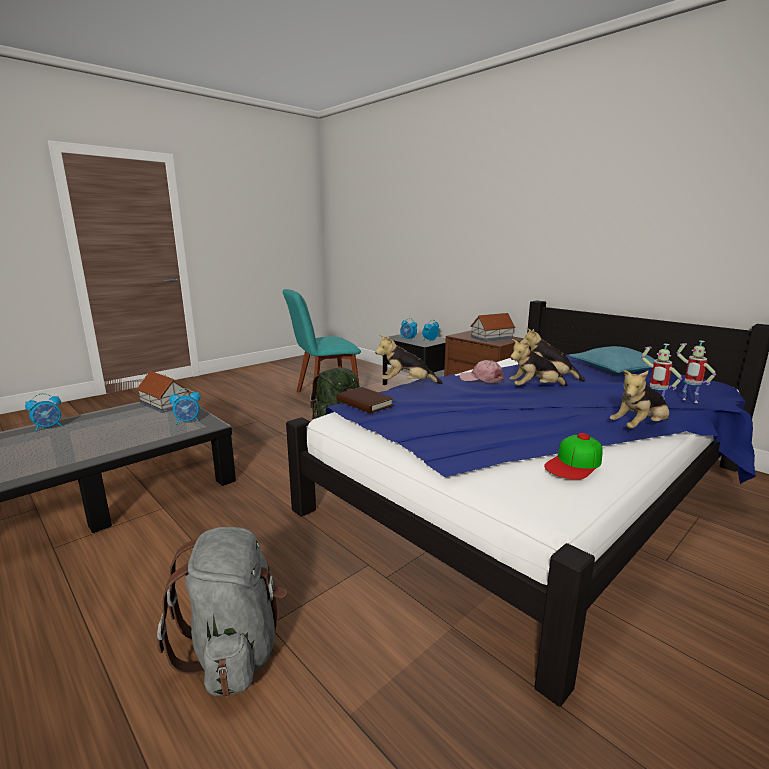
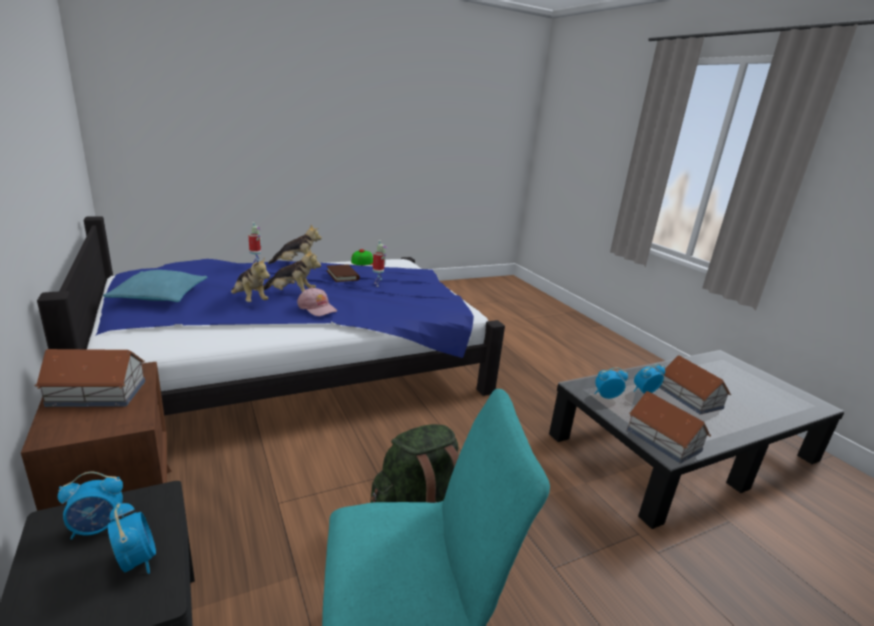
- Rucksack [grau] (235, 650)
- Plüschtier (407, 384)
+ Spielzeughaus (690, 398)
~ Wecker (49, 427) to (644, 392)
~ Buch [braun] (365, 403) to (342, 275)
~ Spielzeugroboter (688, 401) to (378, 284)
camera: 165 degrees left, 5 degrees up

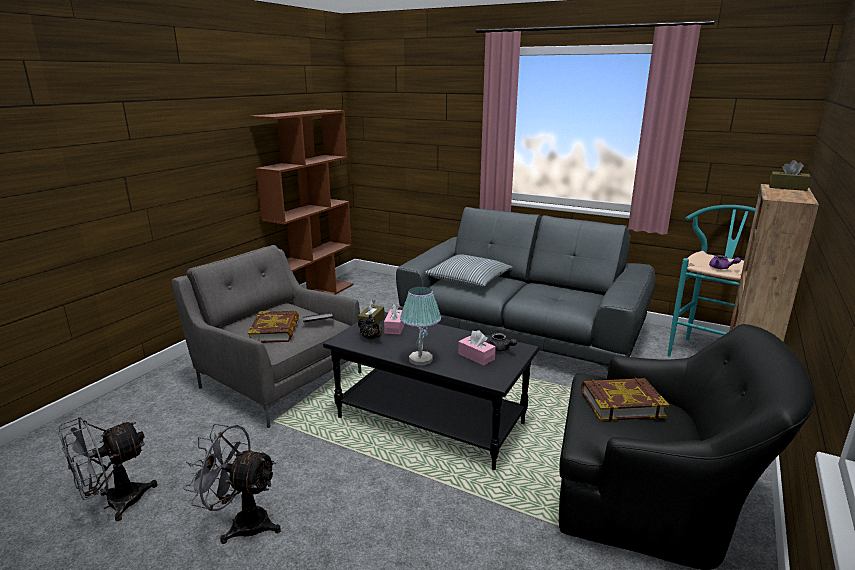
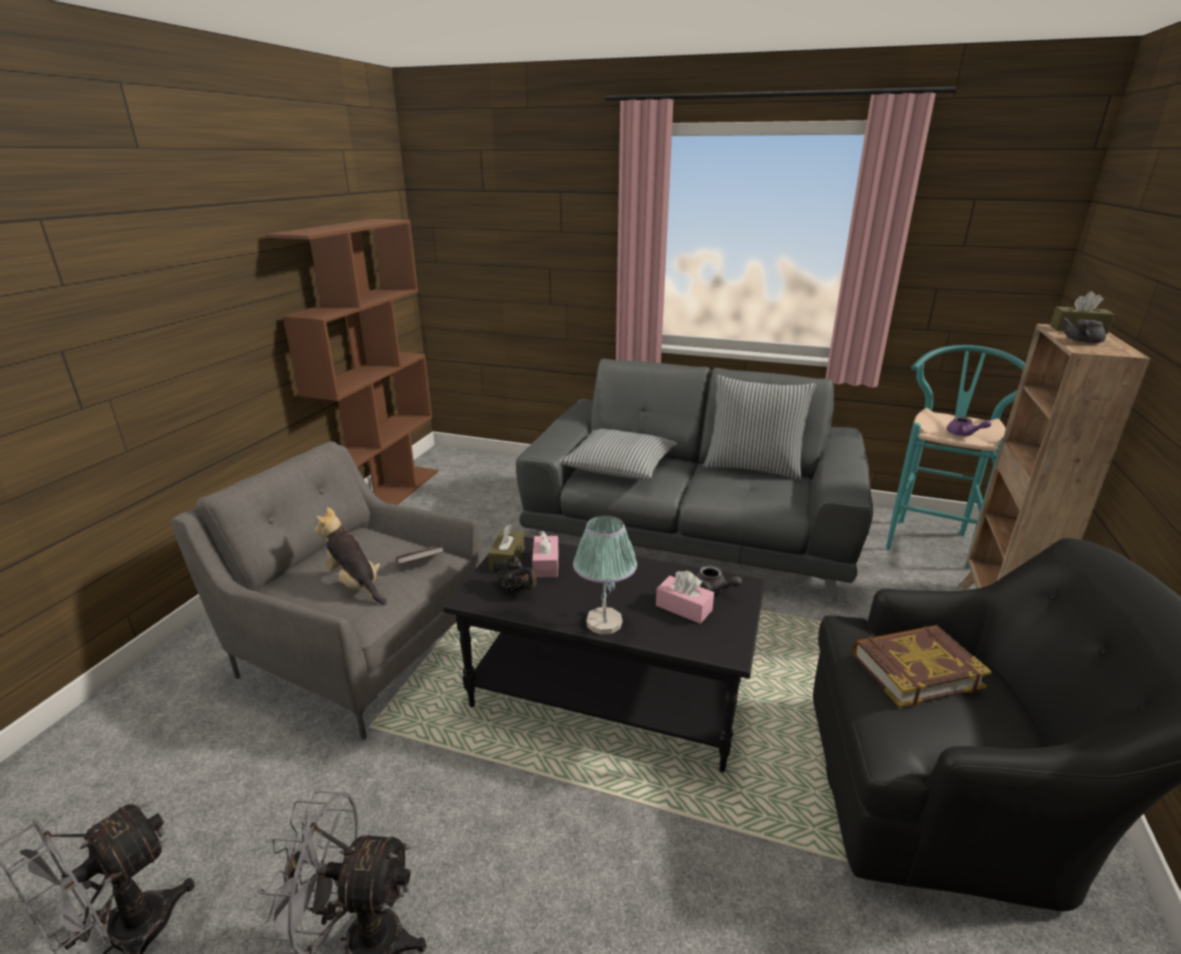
+ Kissen (753, 467)
+ Teekanne [grau] (1081, 341)
~ Buch (275, 331) to Plüschtier (355, 584)
camera: 10 degrees left, 5 degrees up

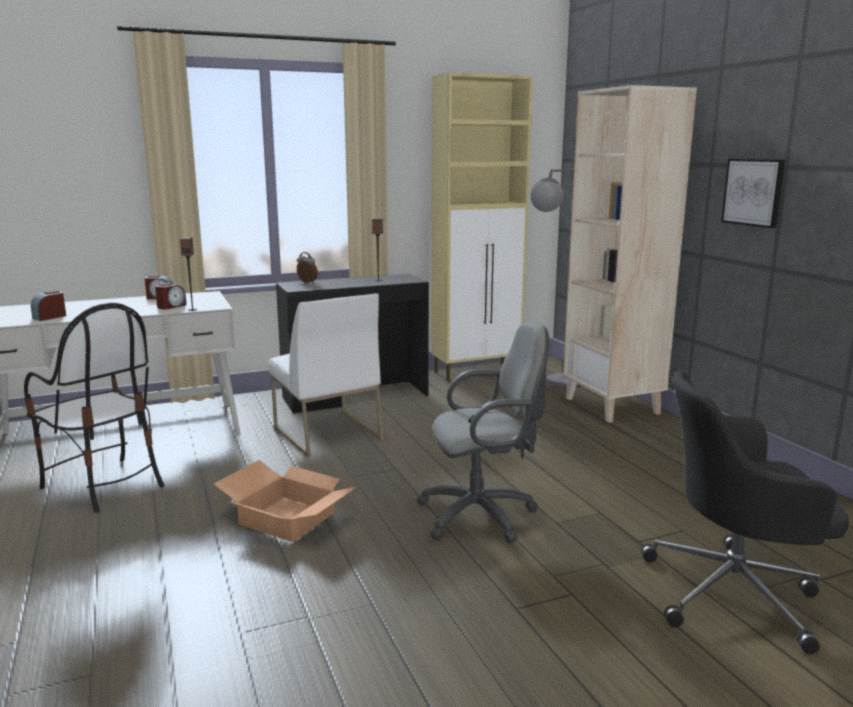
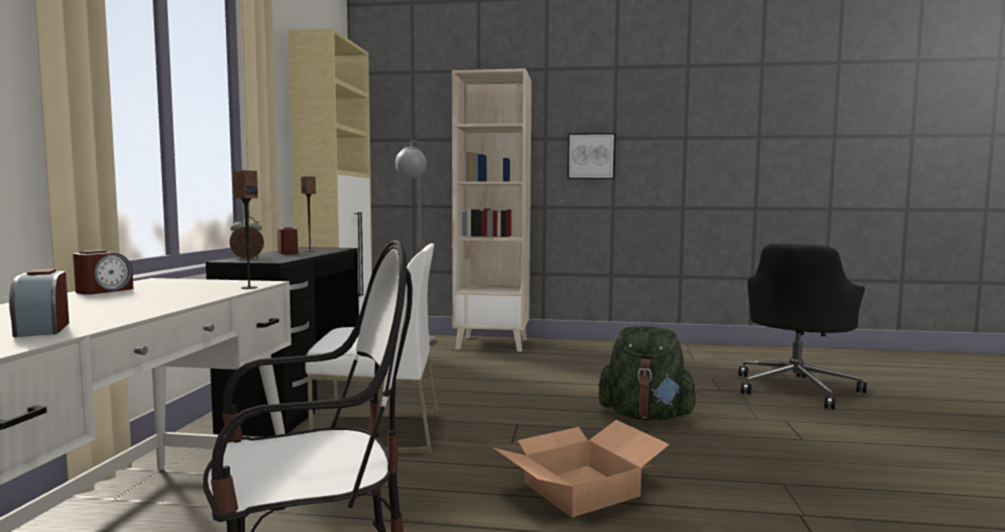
~ Wecker (171, 306) to (288, 253)
~ Bürostuhl [grau] (483, 515) to Rucksack [grün] (646, 416)
camera: 60 degrees left, 10 degrees down

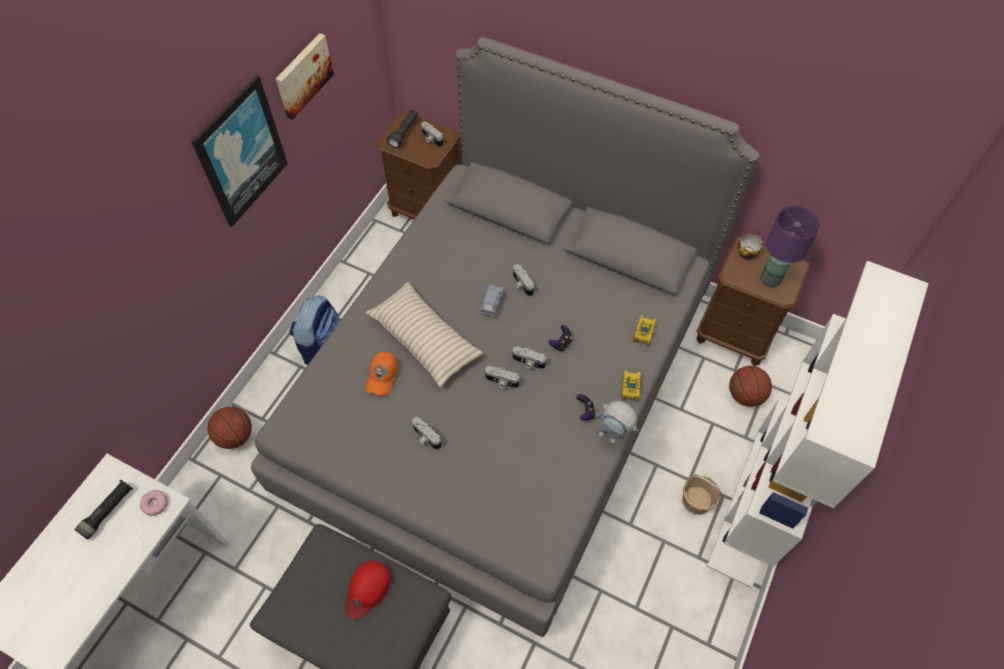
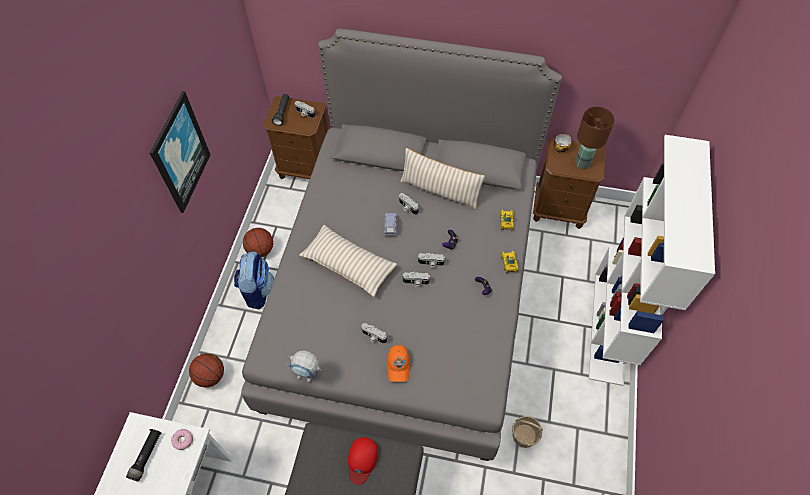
- Bild (303, 75)
+ Kissen [beige] (440, 190)
~ Kappe [orange] (382, 377) to (398, 365)
~ Spielzeugroboter (613, 438) to (309, 377)
~ Korb (697, 501) to (524, 436)
~ Basketball (745, 395) to (260, 250)
~ Tischlampe [lila] (770, 279) to Tischlampe [braun] (582, 163)
camera: 15 degrees left, 0 degrees up

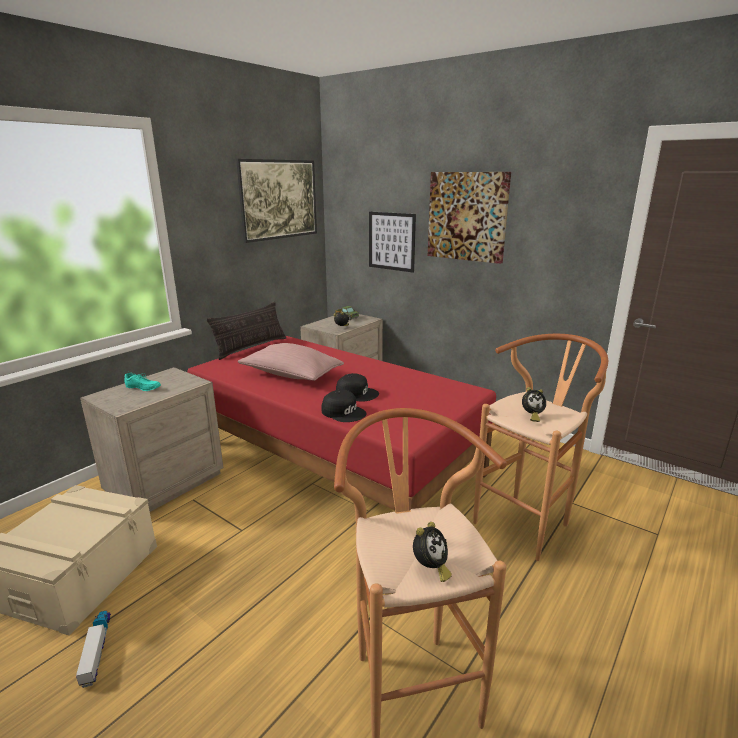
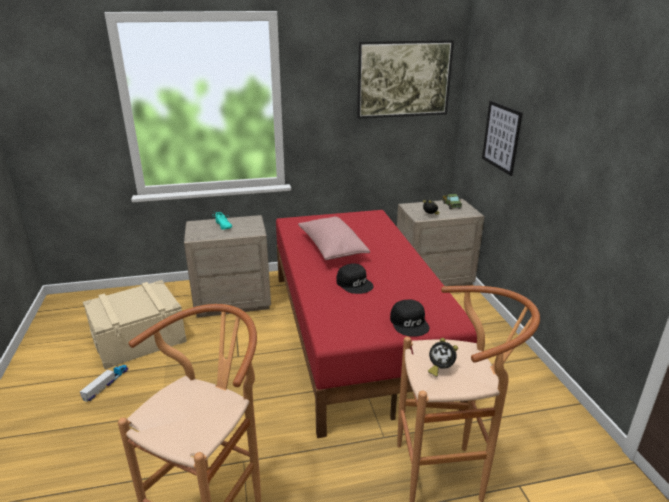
- Kissen (251, 347)
- Wecker (430, 568)
- Bild (467, 216)
~ Kappe [schwarz] (344, 412) to (410, 323)
camera: 40 degrees right, 5 degrees up

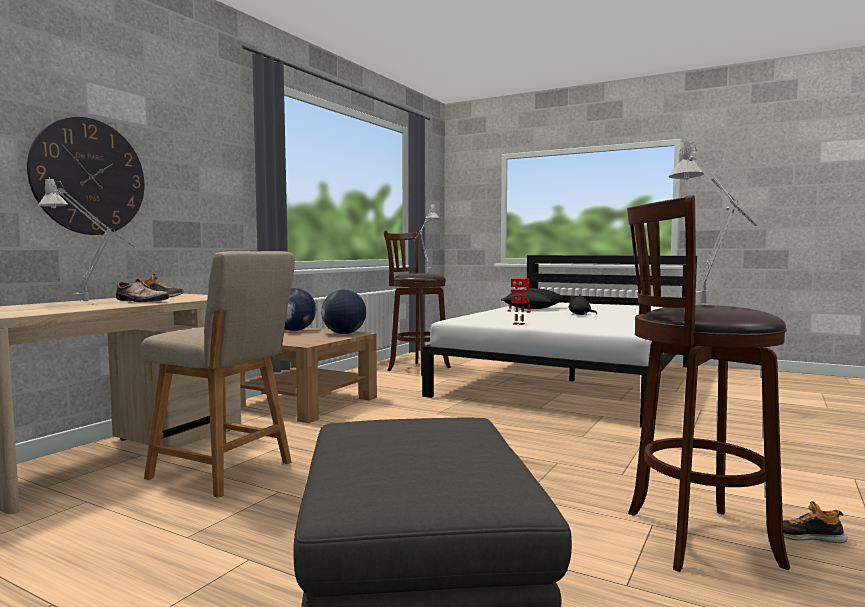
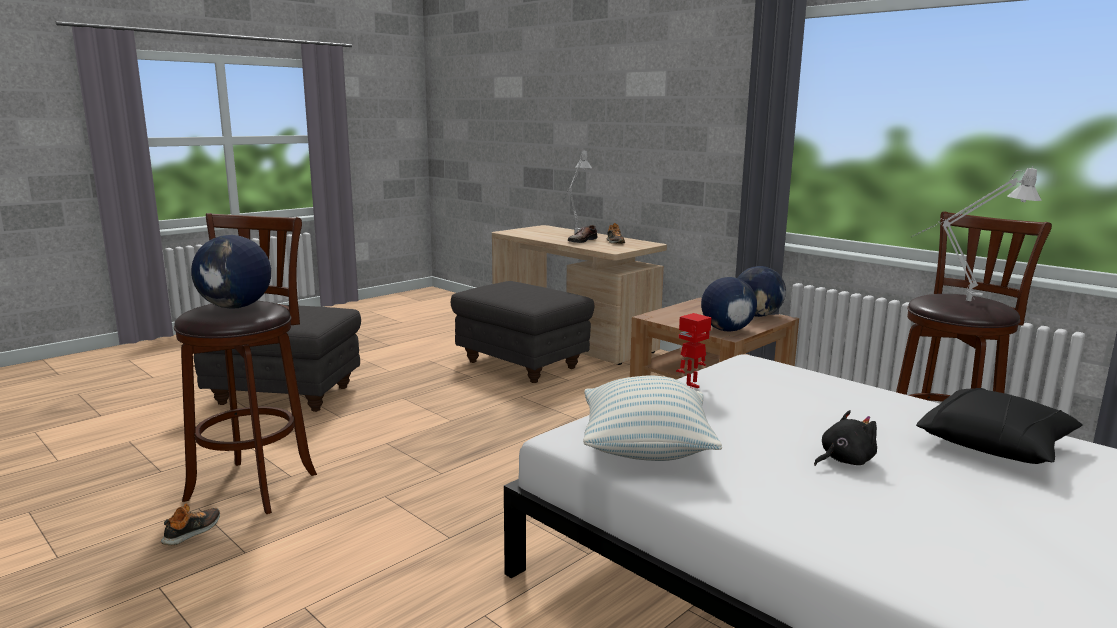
- Wanduhr (89, 177)
+ Kissen (645, 450)
~ Stuhl [beige] (225, 471) to Polsterhocker [grau] (520, 365)
~ Tischlampe [grau] (709, 306) to Globus (236, 307)
camera: 105 degrees right, 10 degrees up

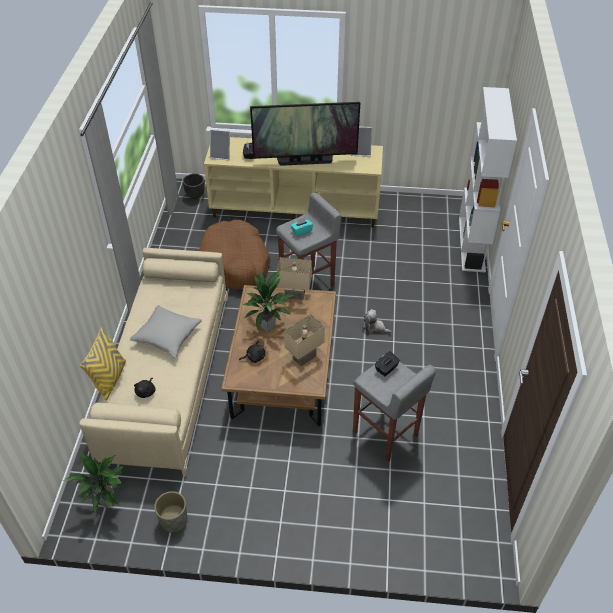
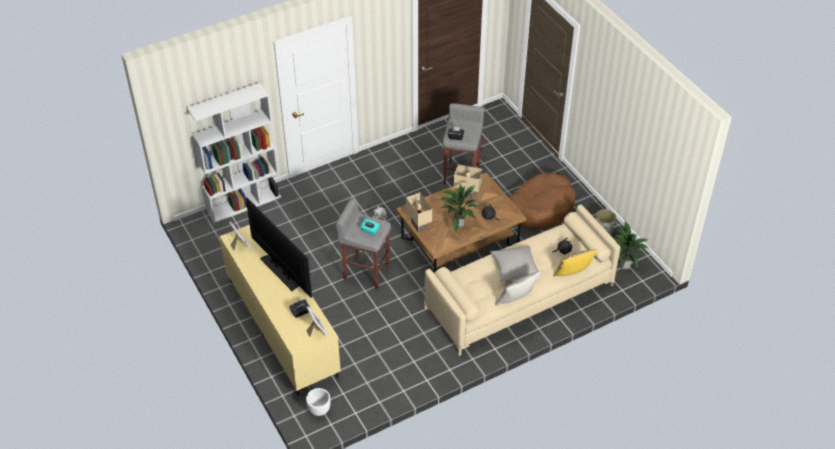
+ Kissen [grau] (517, 301)
~ Hundebett [braun] (235, 263) to (541, 208)
~ Pflanzkübel [schwarz] (195, 195) to Pflanzkübel [weiß] (319, 410)
camera: 125 degrees left, 0 degrees up

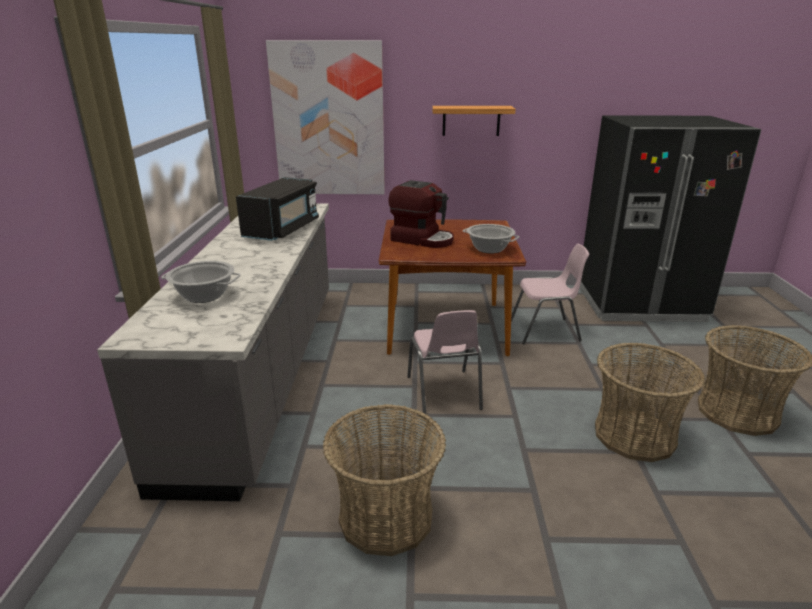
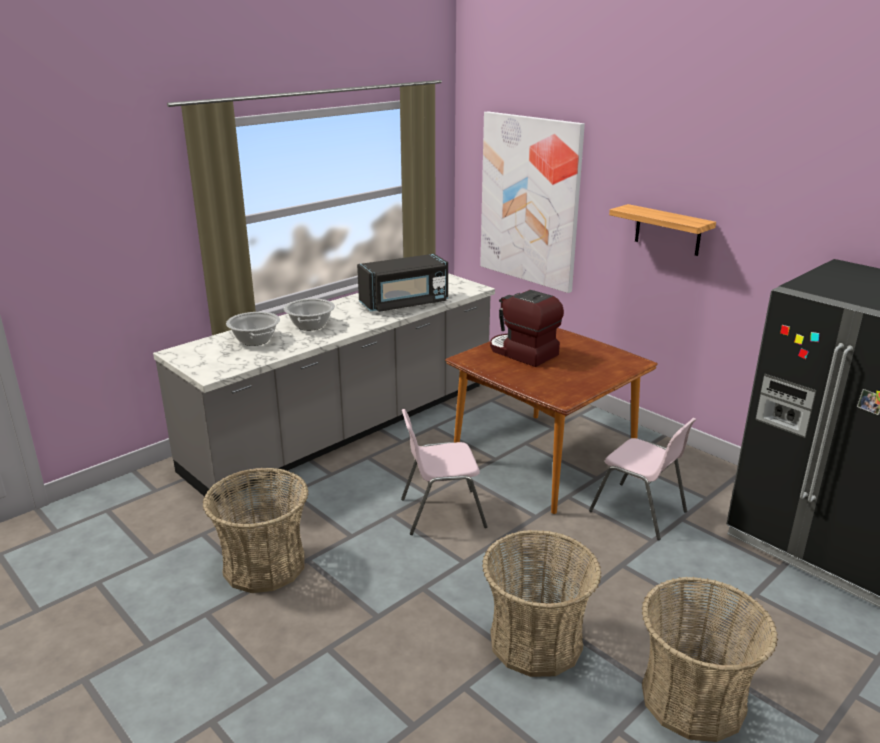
~ Kochtopf (489, 249) to (311, 325)
~ Kaffeemaschine (422, 239) = (522, 353) 150 degrees clockwise
~ Stuhl [rosa] (444, 393) = (441, 512) 45 degrees clockwise
camera: 45 degrees right, 0 degrees up

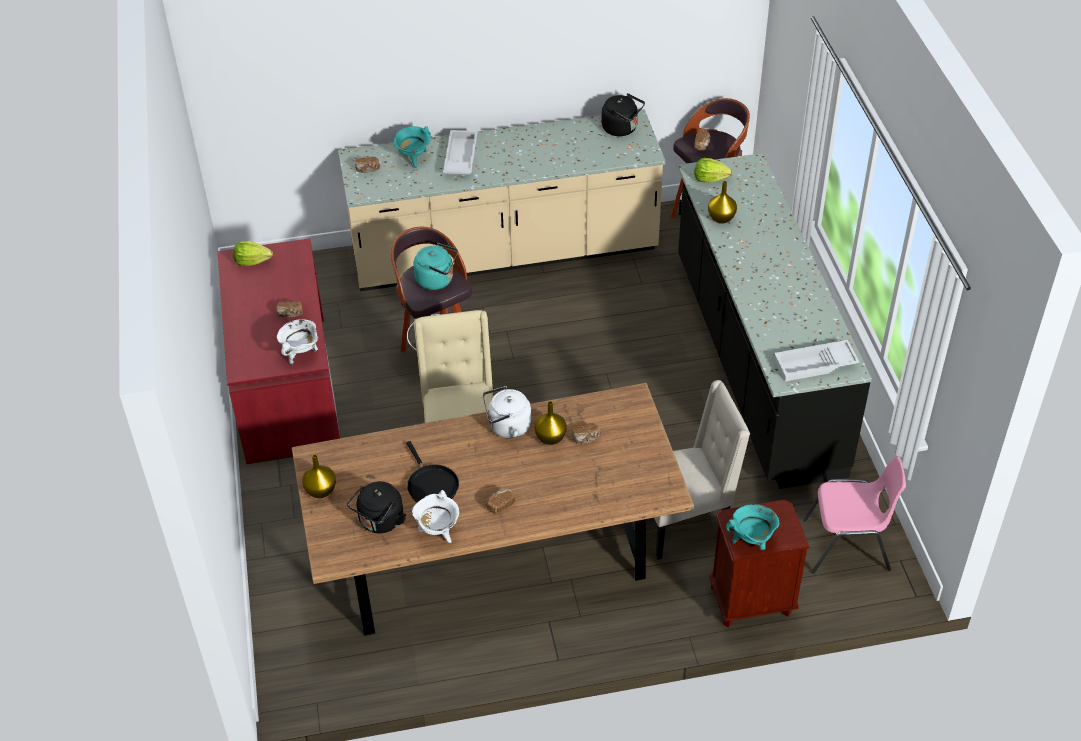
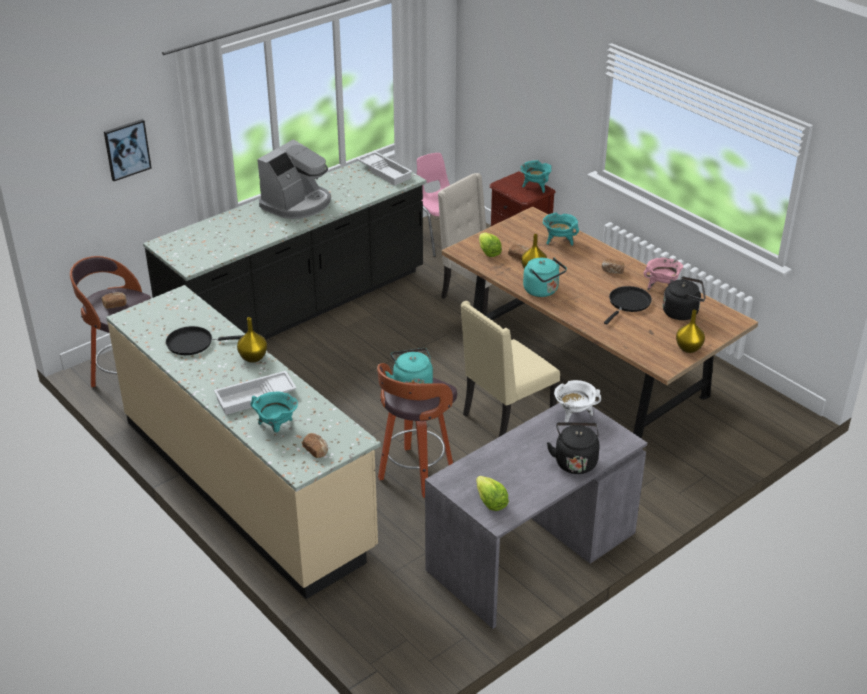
- Brot (290, 314)
+ Bild (127, 149)
+ Pfanne [schwarz] (193, 343)
+ Kaffeemaschine (297, 203)
+ Kochtopf [türkis] (559, 241)
~ Wasserkessel [schwarz] (622, 129) to (575, 461)
~ Salatkopf (710, 179) to (488, 252)
~ Vase [gelb] (720, 218) to (253, 358)
~ Schreibtisch [rot] (285, 388) to Schreibtisch [grau] (532, 553)
~ Kochtopf [weiß] (438, 532) to Kochtopf [rosa] (661, 287)
~ Wasserkessel [weiß] (507, 427) to Wasserkessel [türkis] (542, 291)
camera: 120 degrees left, 10 degrees down

